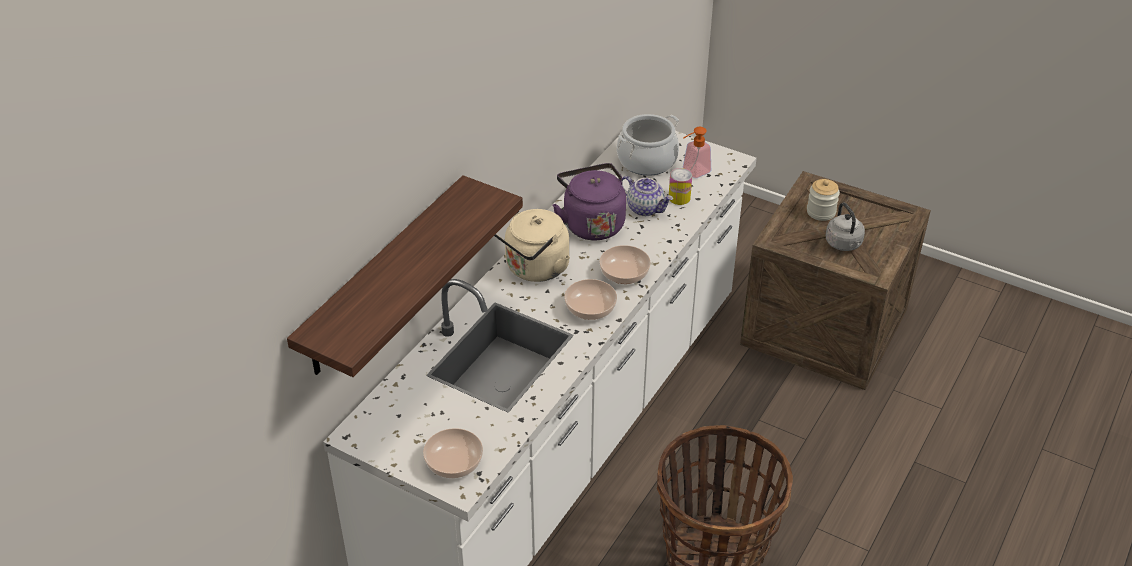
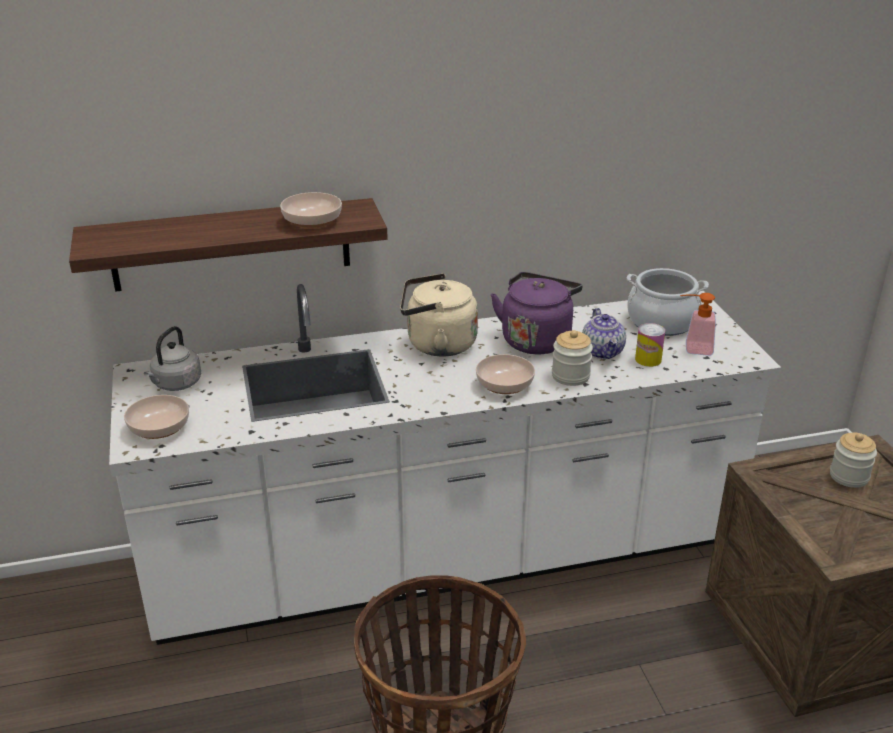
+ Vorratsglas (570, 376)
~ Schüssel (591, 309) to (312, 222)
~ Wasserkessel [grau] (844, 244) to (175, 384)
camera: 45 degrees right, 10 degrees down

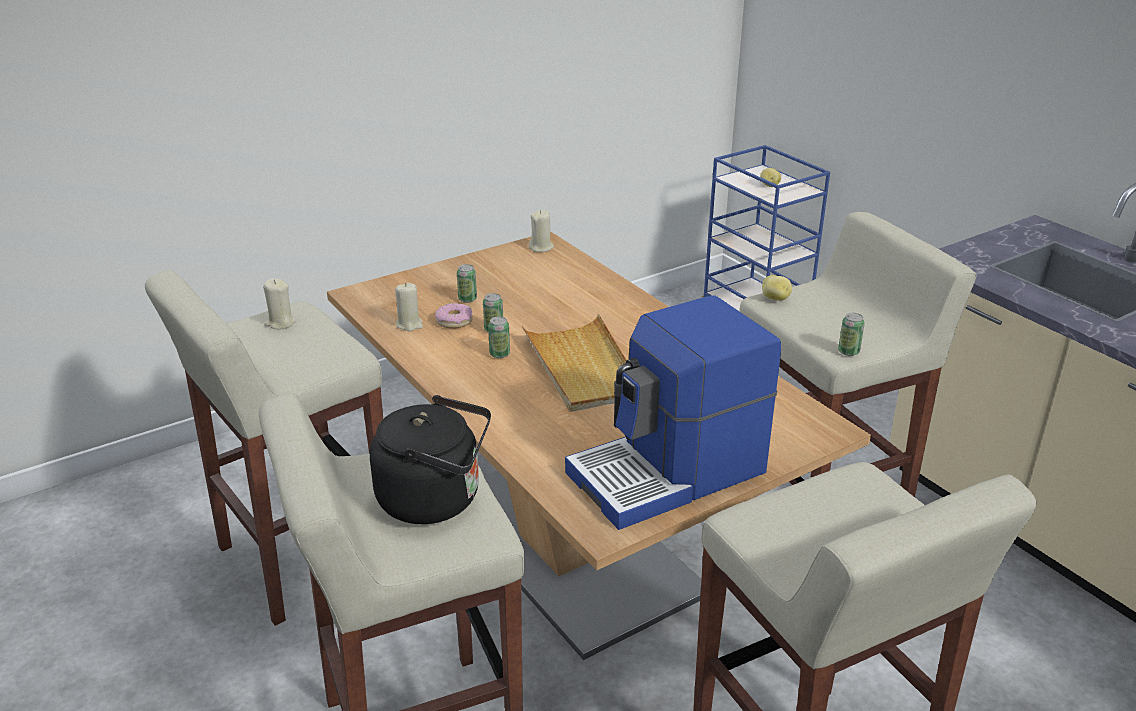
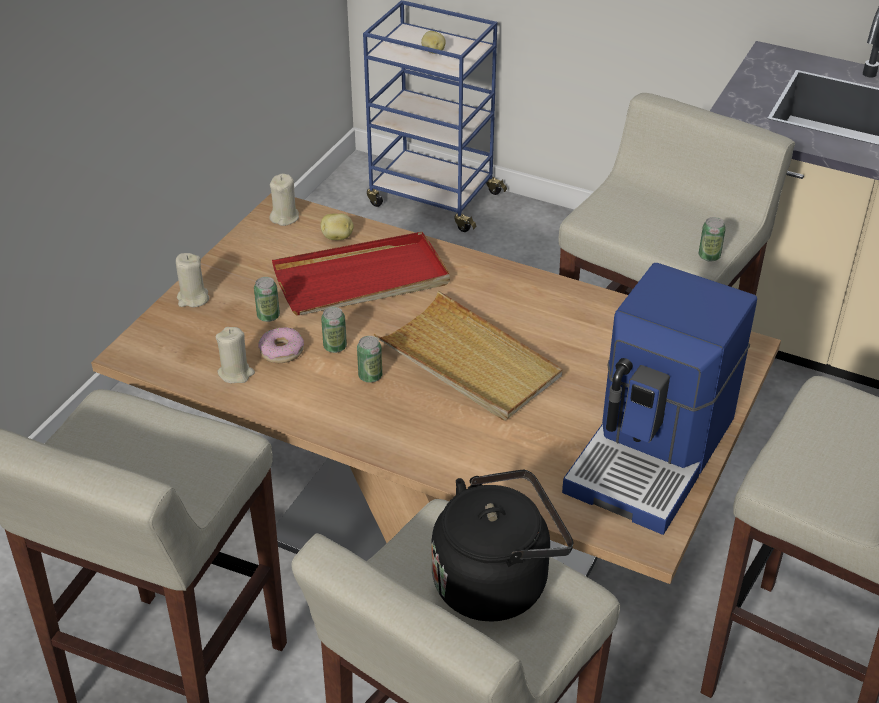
+ Tablett [rot] (362, 280)
~ Kerze [beige] (280, 323) to (193, 298)
~ Kartoffel (775, 298) to (338, 237)
camera: 30 degrees left, 10 degrees up

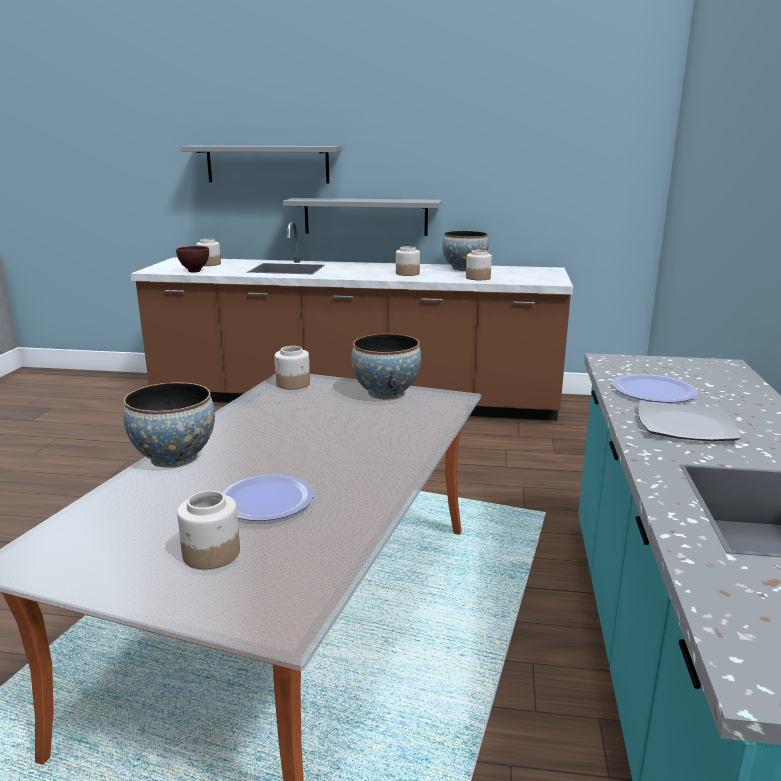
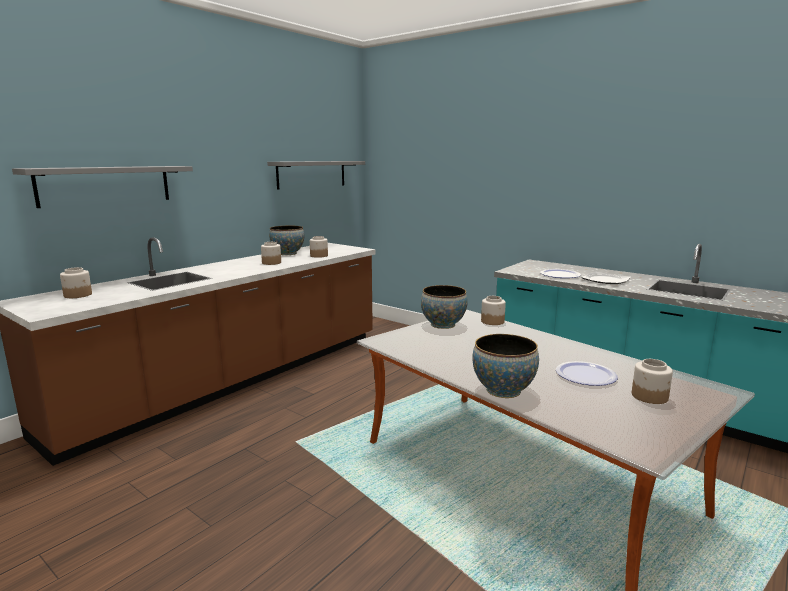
- Schüssel [braun] (193, 271)
~ Vorratsglas (293, 384) to (492, 321)
~ Wandregal [grau] (365, 216) to (312, 174)
camera: 60 degrees left, 5 degrees down

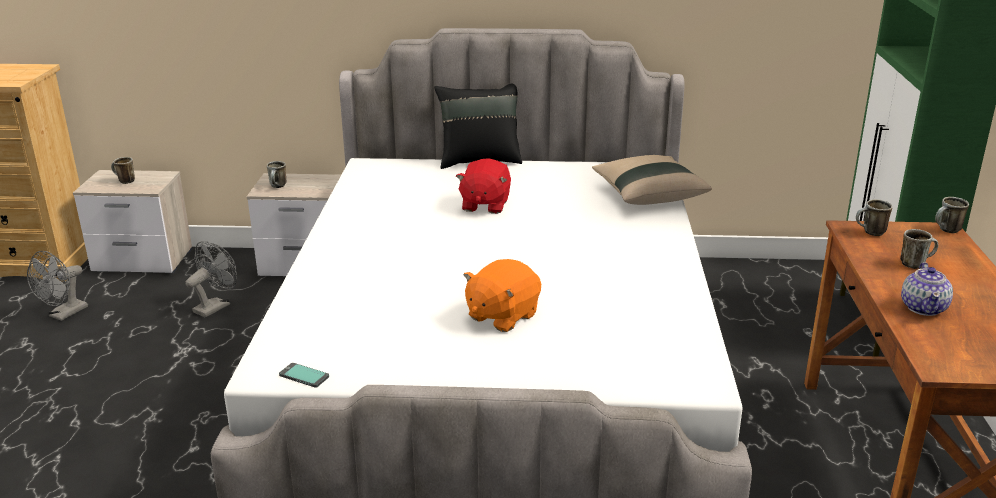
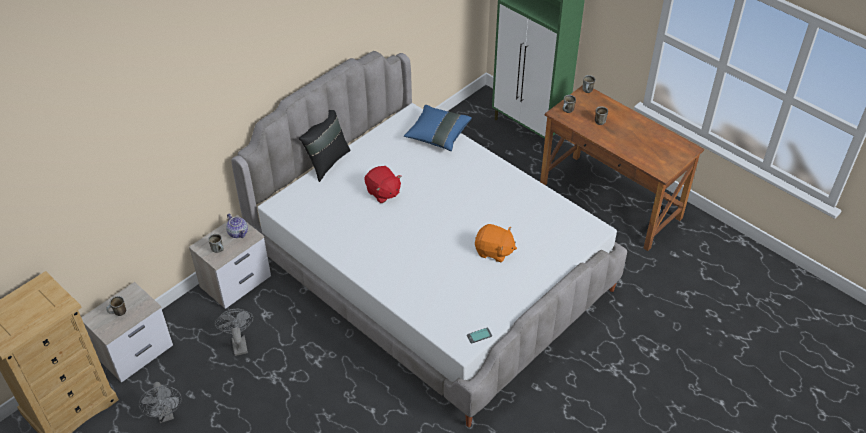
~ Teekanne (924, 308) to (238, 232)
~ Kissen [beige] (648, 195) to Kissen [blau] (437, 135)
~ Plüschtier [orange] (501, 316) = (494, 251) 60 degrees counterclockwise
camera: 50 degrees left, 20 degrees up

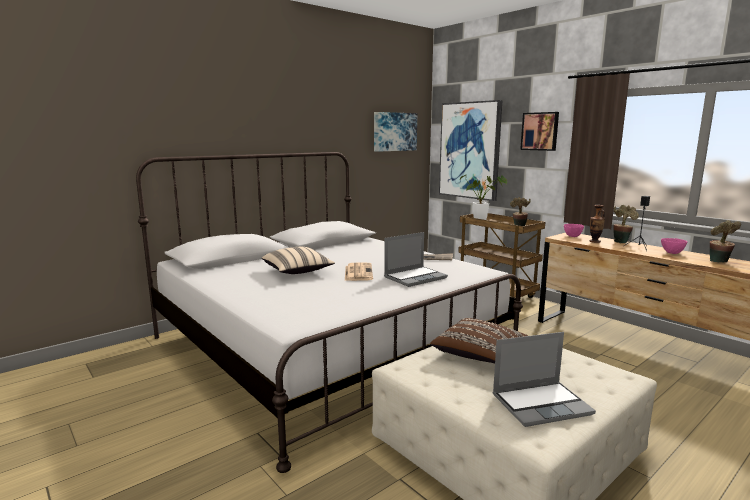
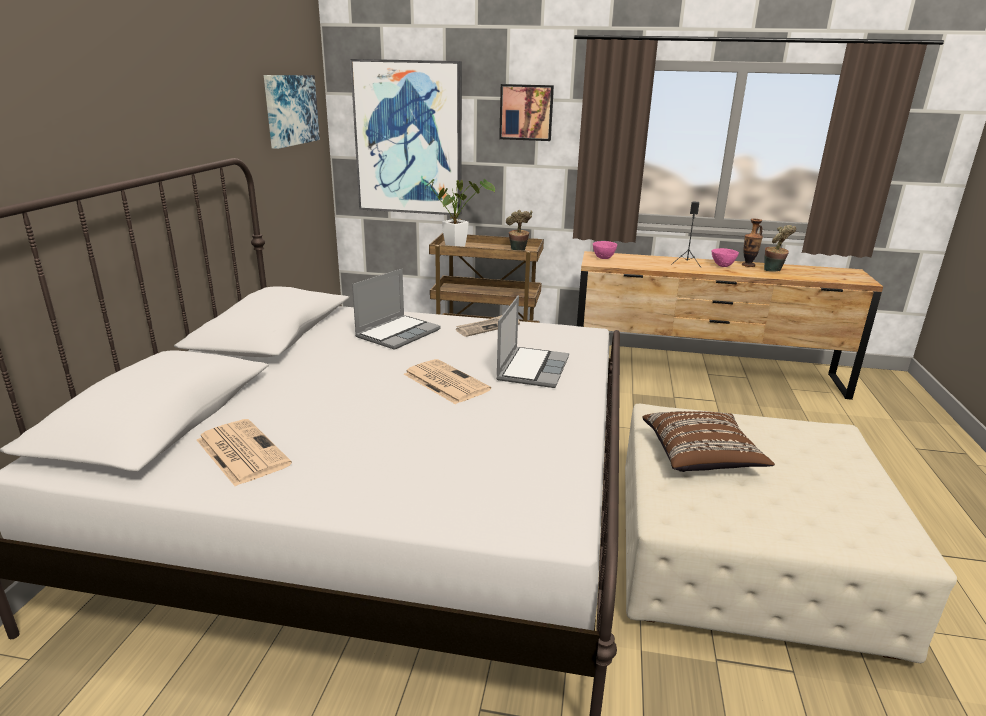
- Kissen [beige] (297, 272)
- Topfpflanze (621, 242)
+ Zeitung (241, 452)
~ Laptop (541, 404) to (398, 333)
~ Vase (595, 241) to (748, 265)
camera: 40 degrees left, 10 degrees up

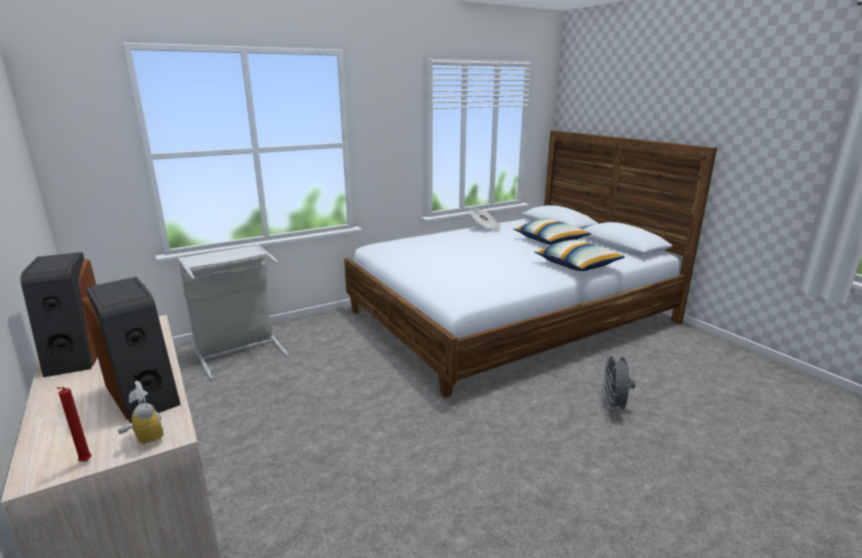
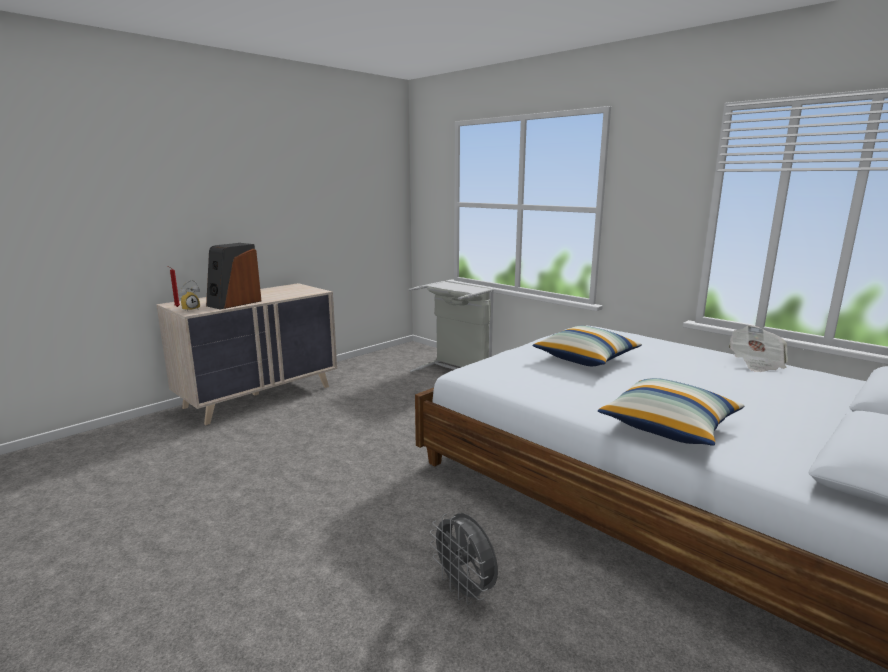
- Lautsprecher (76, 354)
~ Kissen (550, 241) to (586, 359)
~ Ventilator [grau] (613, 407) = (465, 590) 120 degrees counterclockwise
camera: 75 degrees right, 5 degrees down

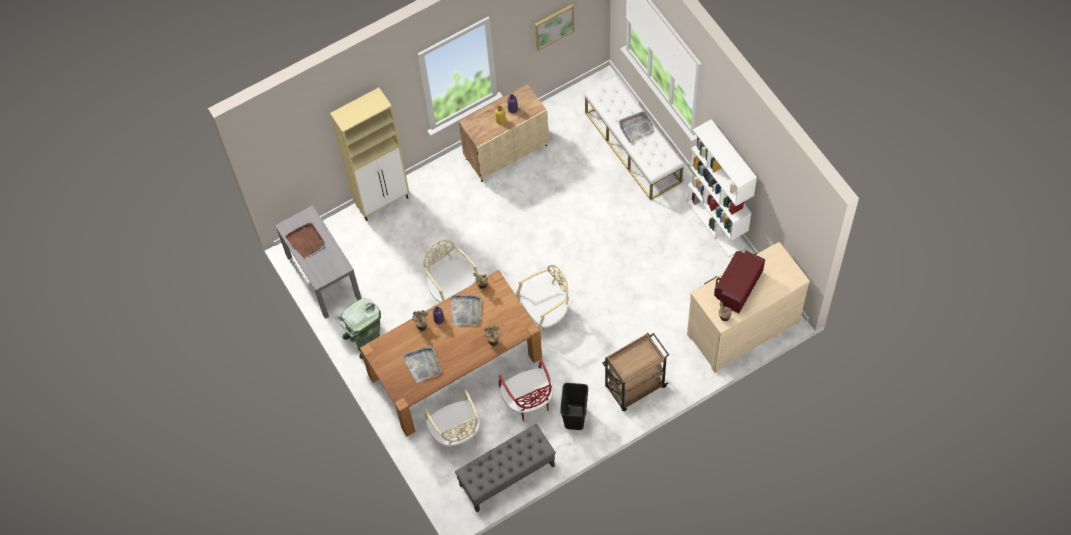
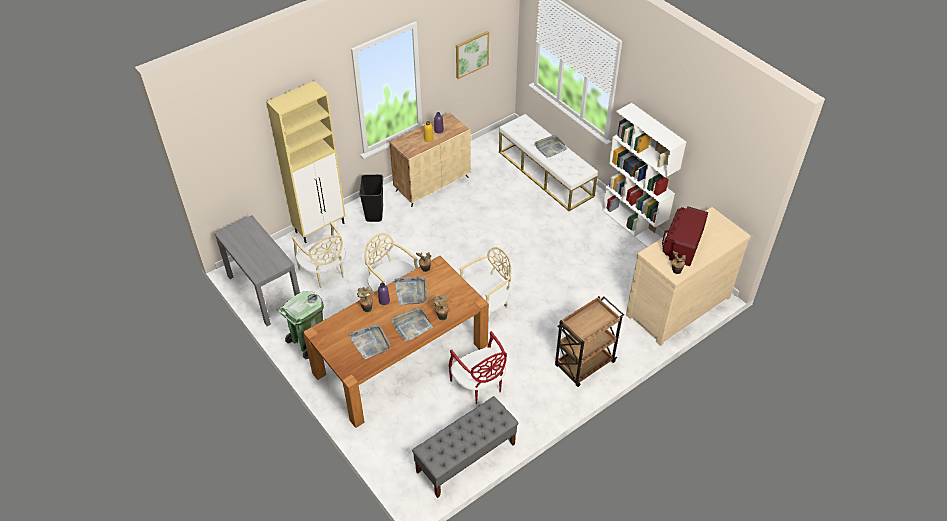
- Tablett [braun] (306, 240)
+ Tablett [grau] (412, 325)
~ Stuhl [beige] (456, 433) to (324, 272)
~ Mülleimer [schwarz] (575, 417) to (374, 214)
camera: 10 degrees left, 15 degrees down

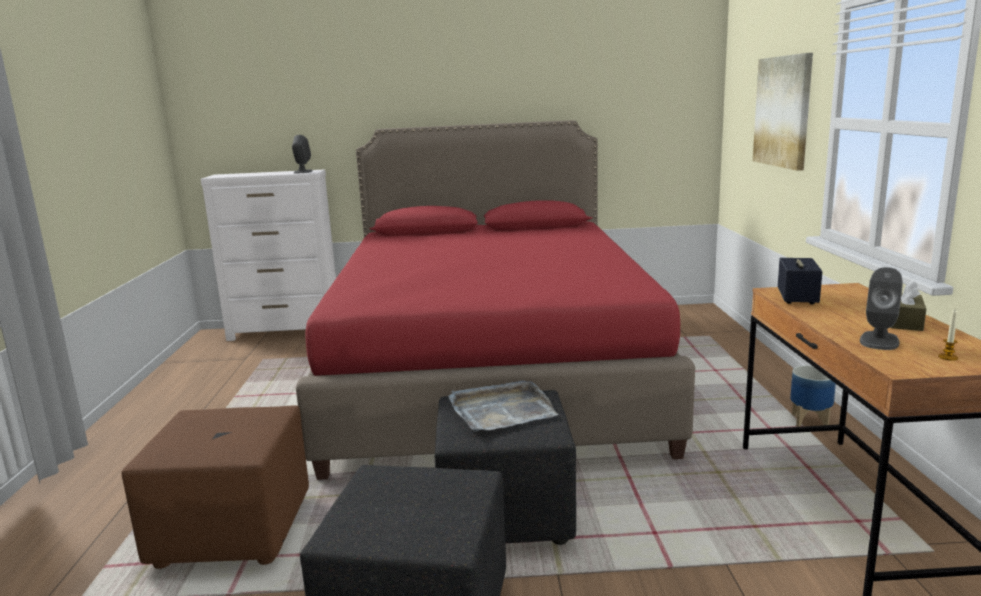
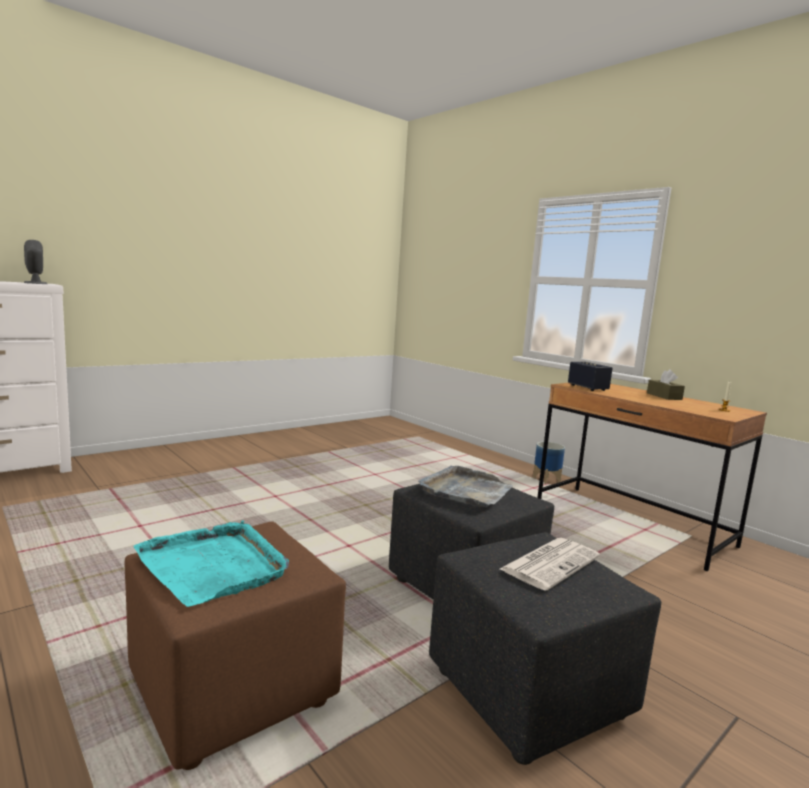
- Bett [rot] (490, 374)
- Bild (783, 111)
- Lautsprecher [grau] (879, 341)
+ Tablett [türkis] (214, 565)
+ Zeitung (550, 563)
camera: 40 degrees left, 5 degrees down

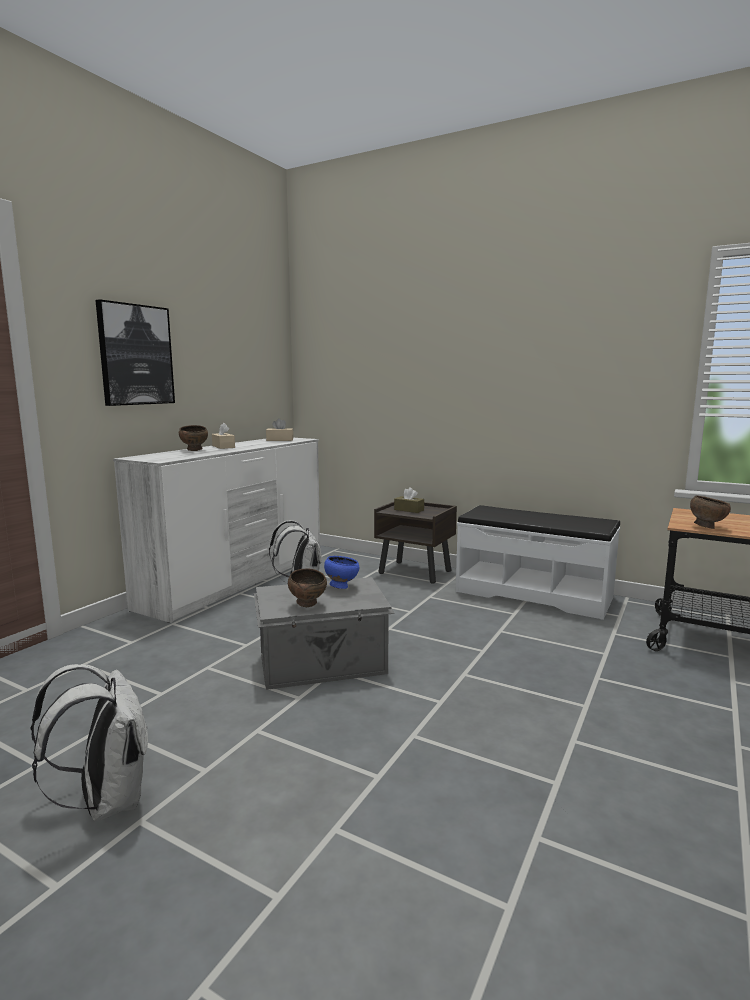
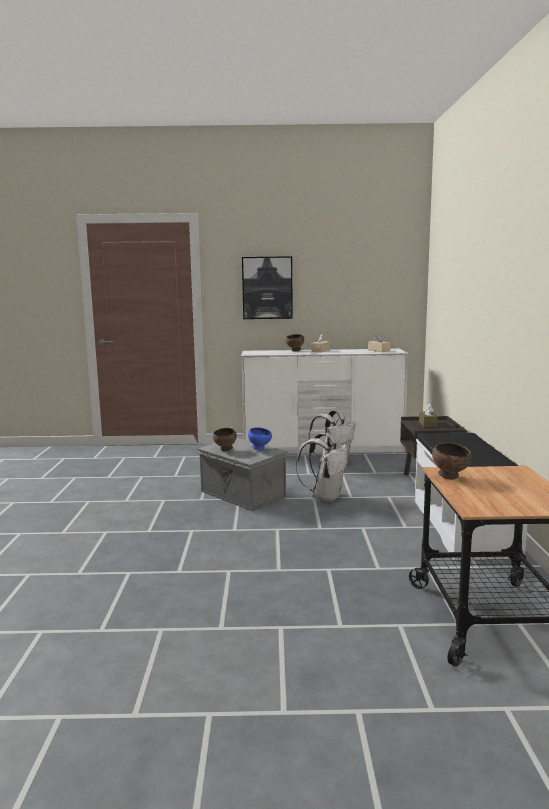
~ Rucksack [weiß] (106, 800) to (325, 497)
camera: 60 degrees right, 0 degrees up

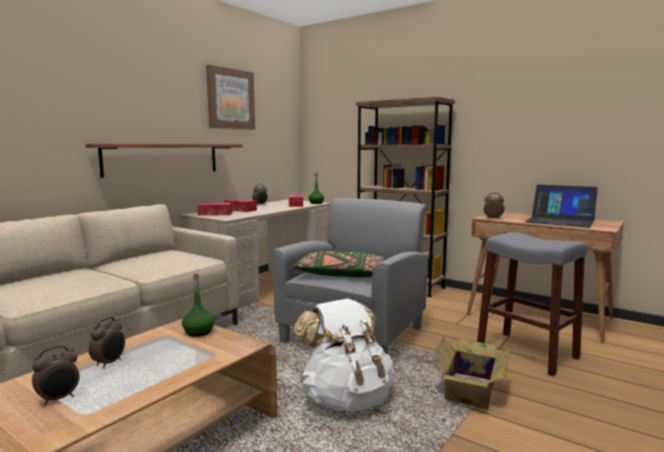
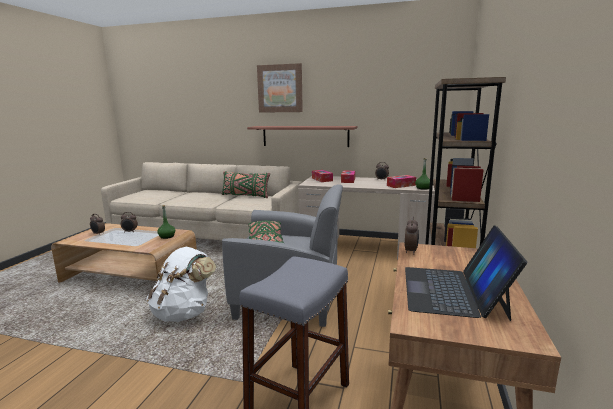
- Karton (471, 389)
+ Kissen [grün] (245, 195)
~ Bild (230, 99) to (280, 88)
camera: 70 degrees right, 5 degrees up

